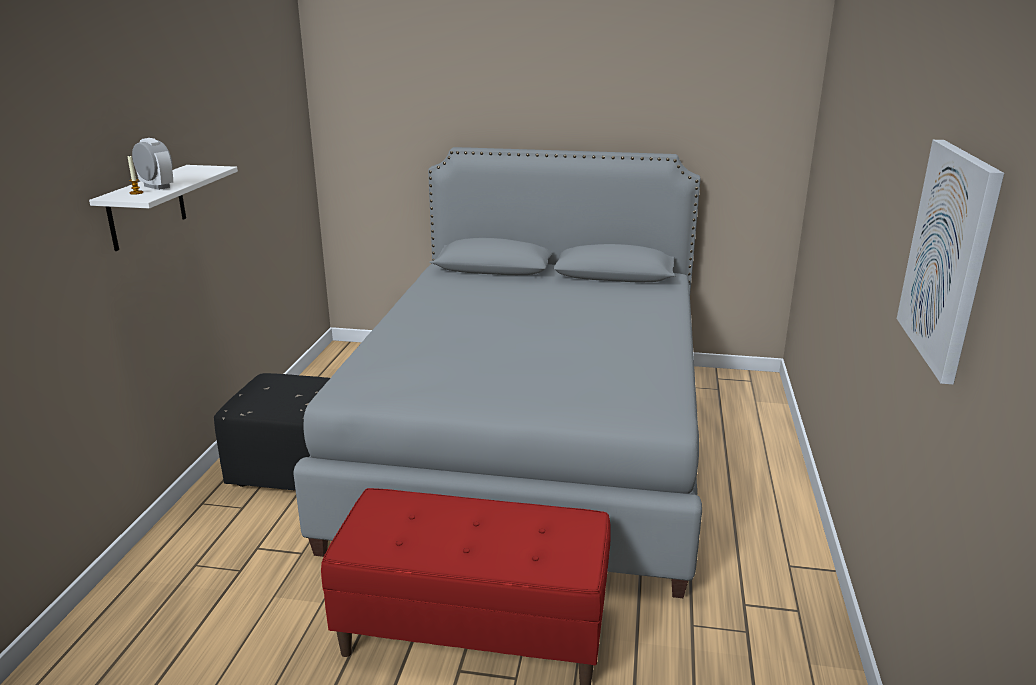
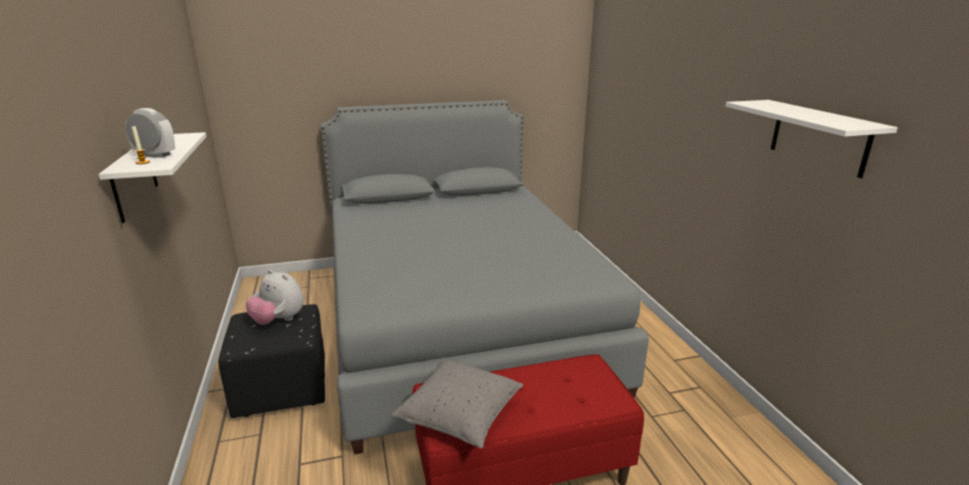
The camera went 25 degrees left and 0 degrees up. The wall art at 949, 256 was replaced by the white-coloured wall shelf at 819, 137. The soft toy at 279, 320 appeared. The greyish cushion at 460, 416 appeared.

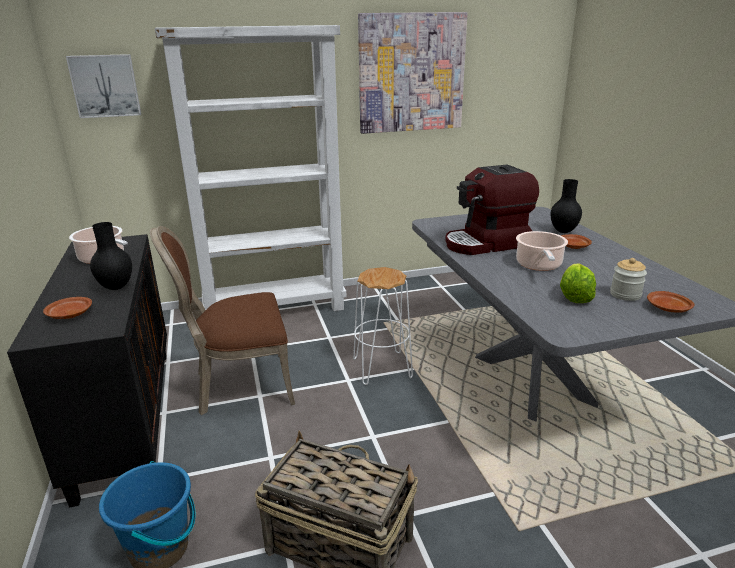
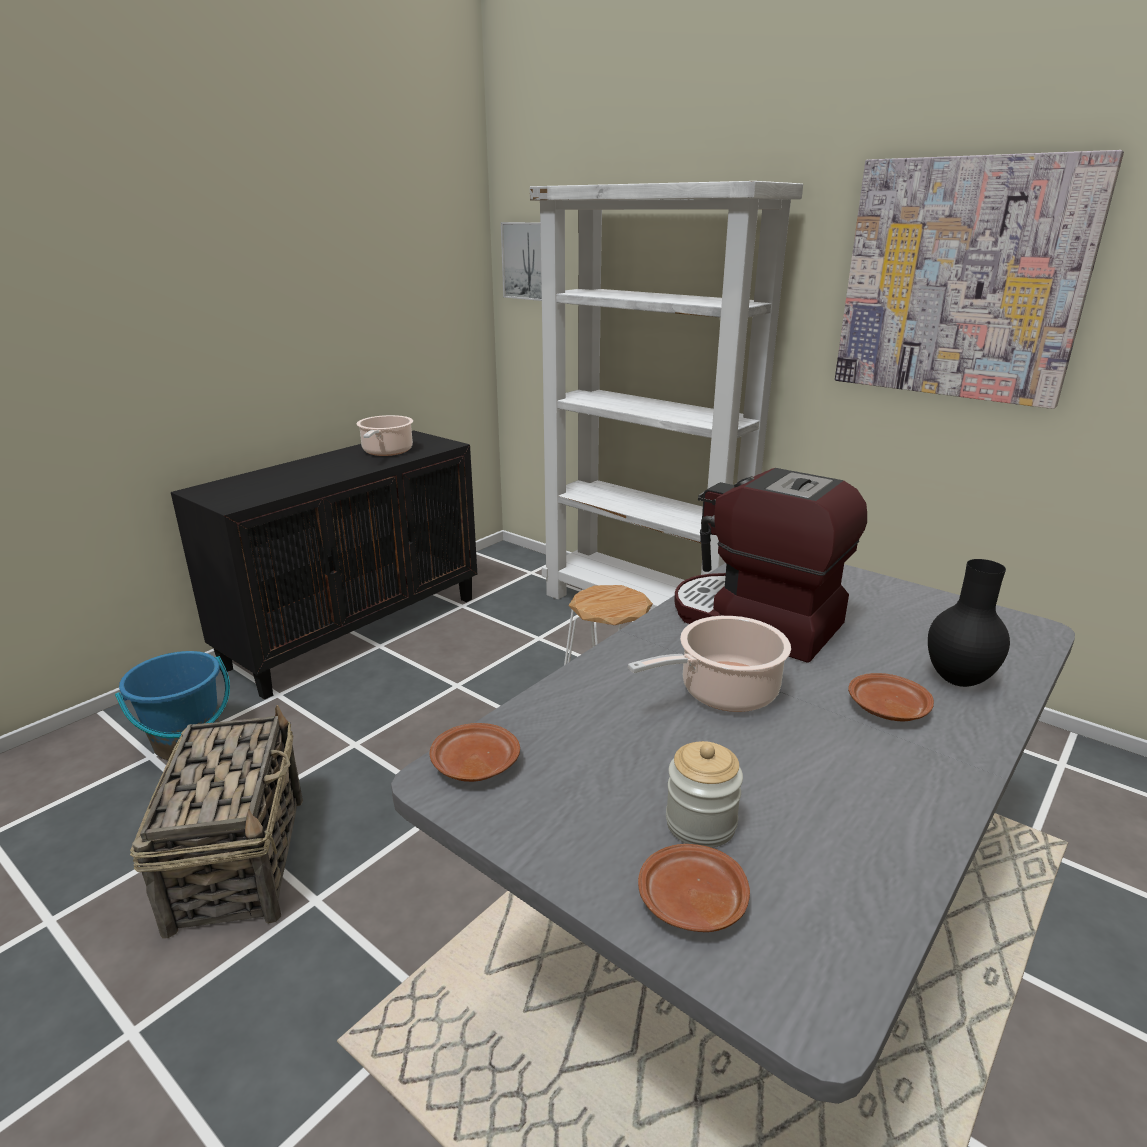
The camera went 55 degrees right and 0 degrees up. The brown plate moved from 69, 314 to 474, 764. The black-coloured vase at 116, 288 disappeared. The brown upright chair at 240, 385 disappeared. The head of lettuce at 574, 296 disappeared.

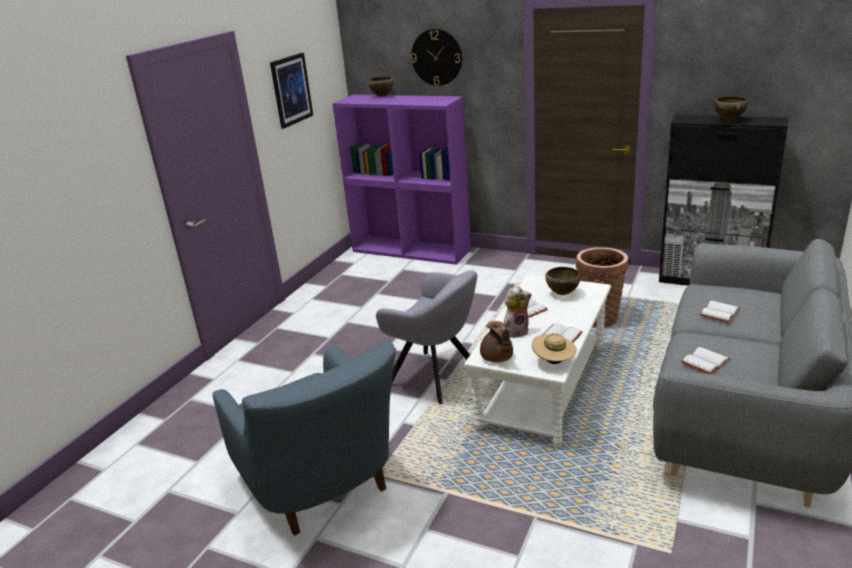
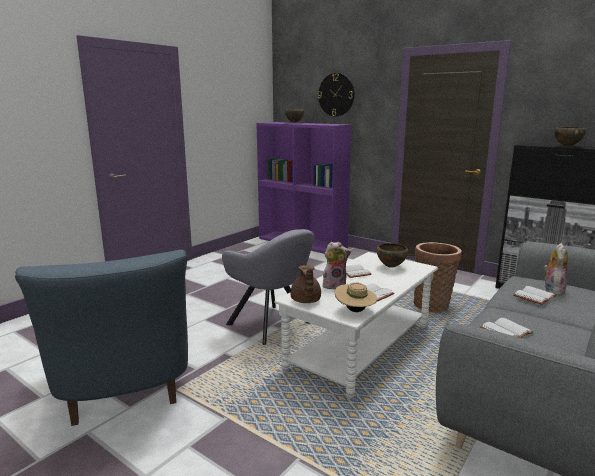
The camera went 10 degrees right and 10 degrees down. The wall art at 291, 90 disappeared. The soft toy at 552, 289 appeared.

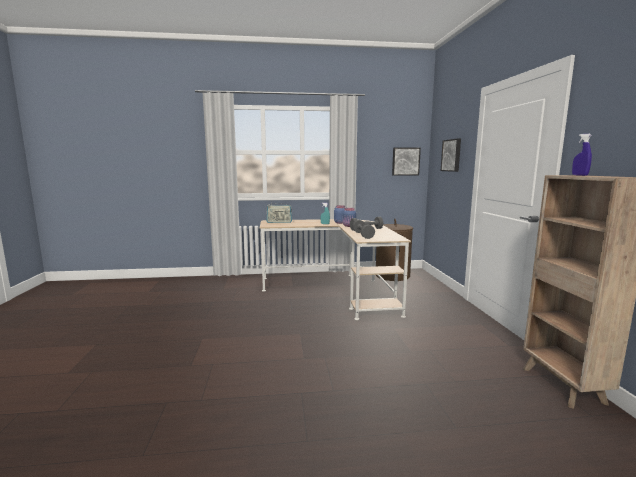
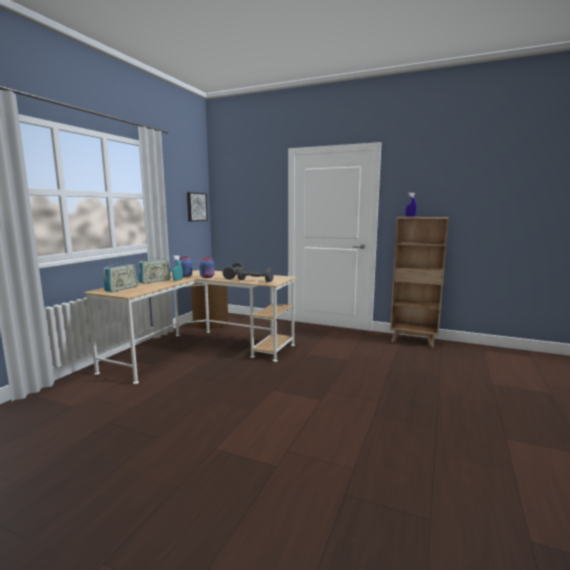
The camera went 60 degrees left and 0 degrees up. The wall art at 452, 155 disappeared. The radio receiver at 155, 281 appeared.

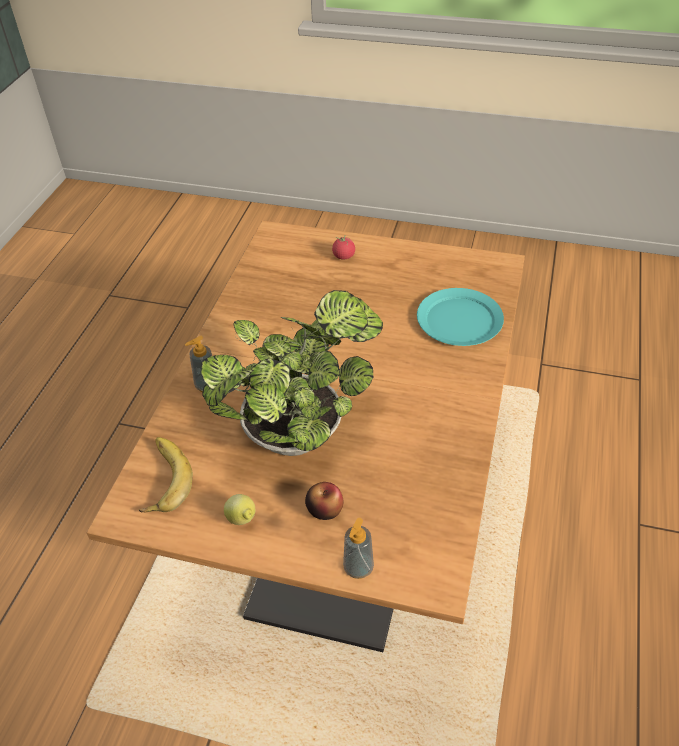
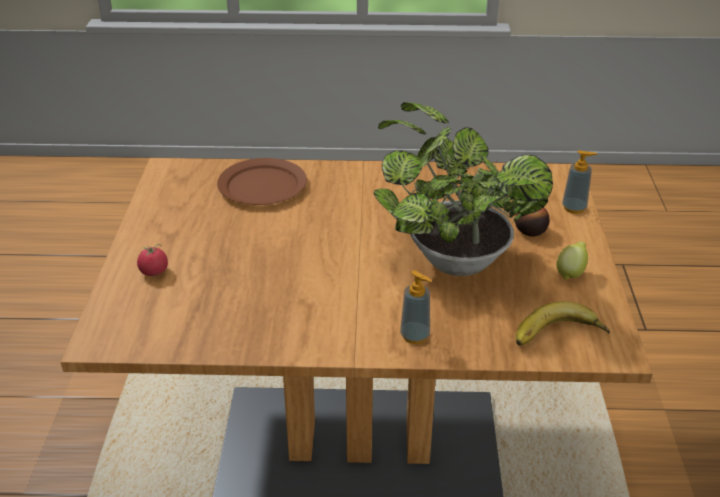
The camera went 105 degrees left and 10 degrees down. The blue-green plate at 459, 320 became the brown plate at 261, 186.

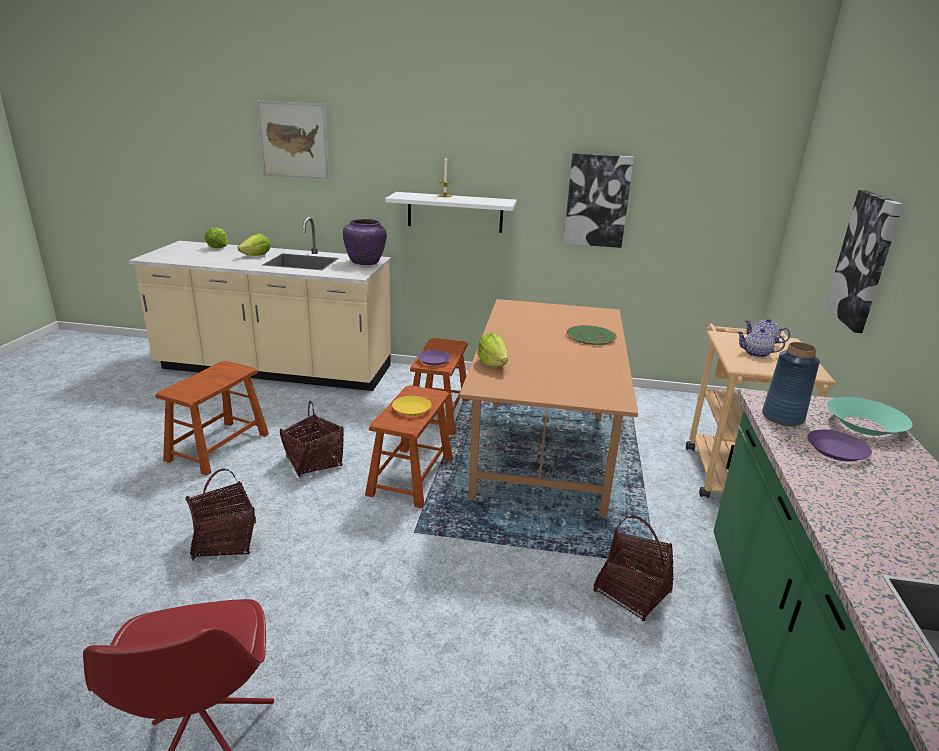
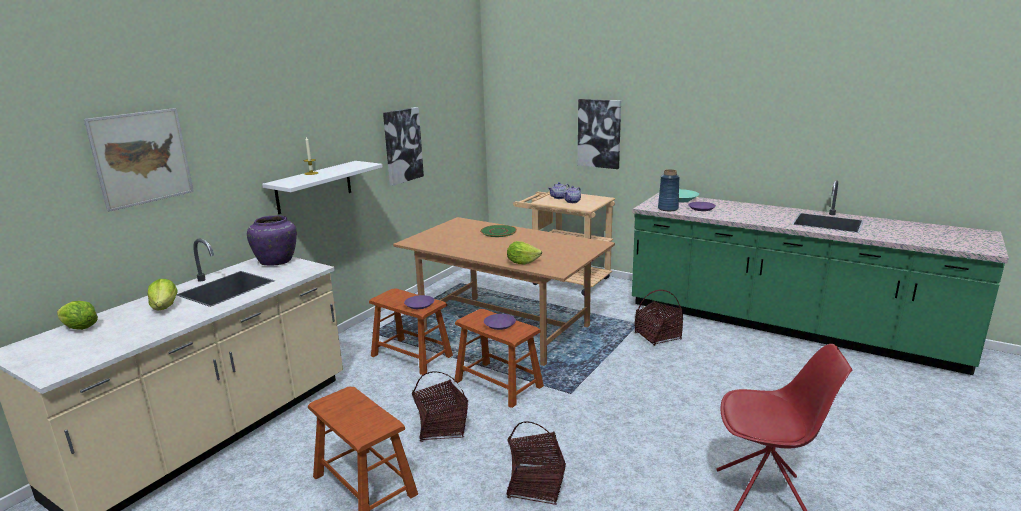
The camera went 65 degrees left and 5 degrees down. The yellow plate at 412, 409 became the purple-coloured plate at 499, 324.

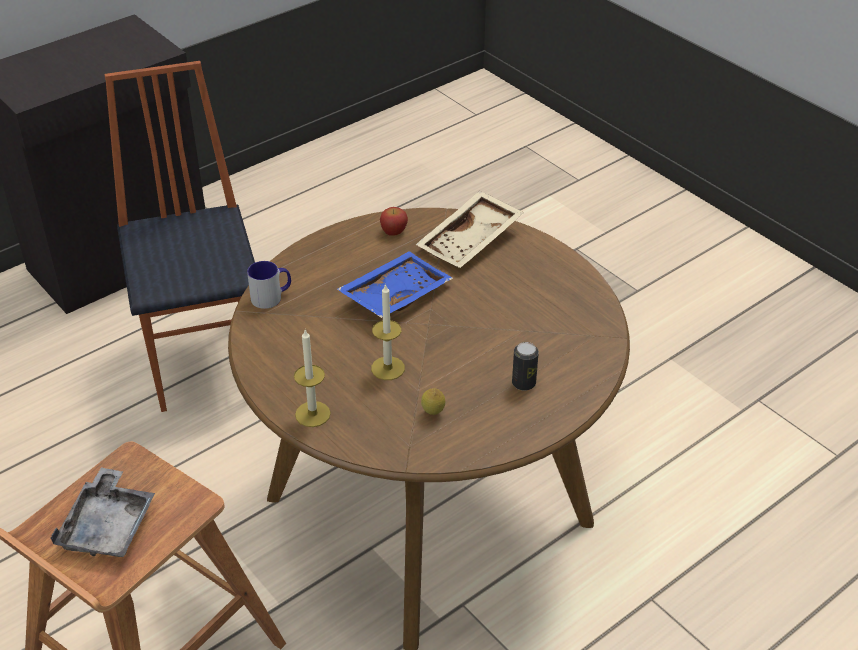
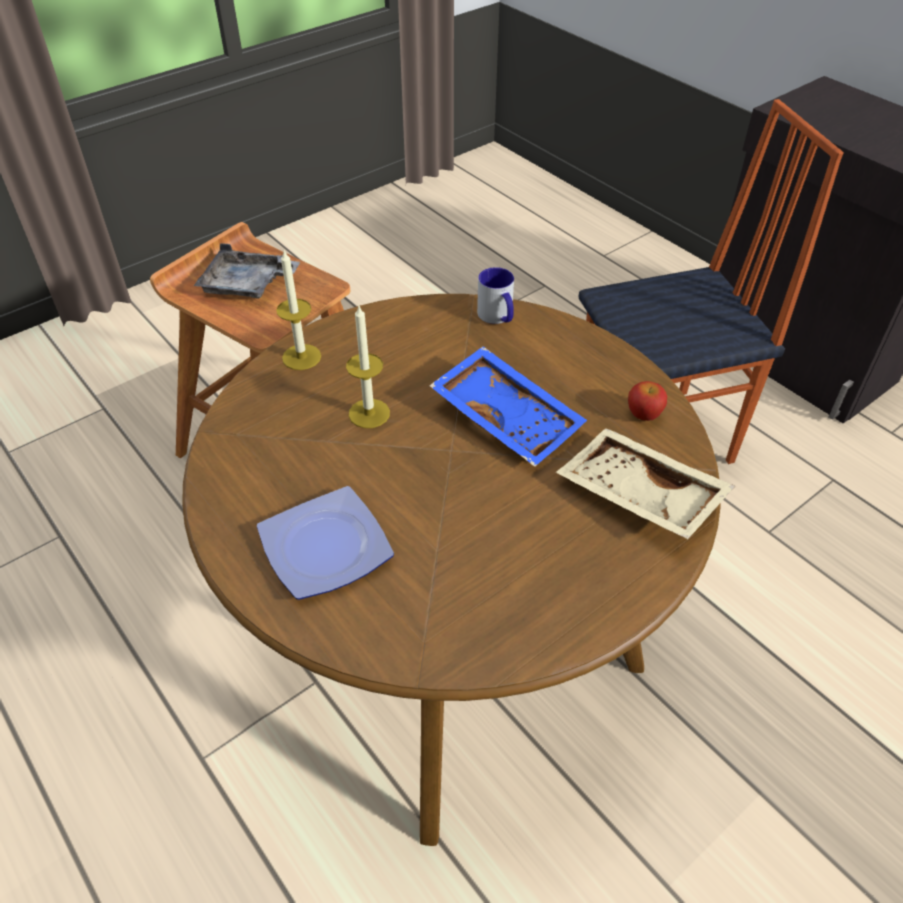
The camera went 90 degrees right and 5 degrees up. The citrus fruit at 433, 413 disappeared. The sealed can at 523, 383 was replaced by the plate at 326, 545.

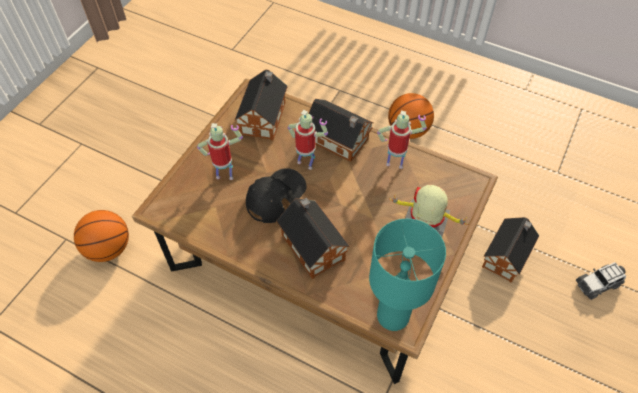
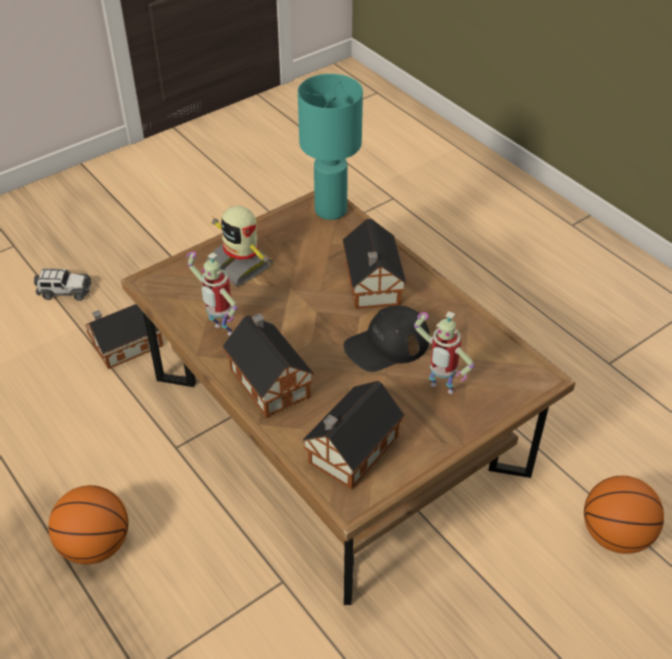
The camera went 155 degrees left and 10 degrees down. The toy robot at 306, 163 disappeared.

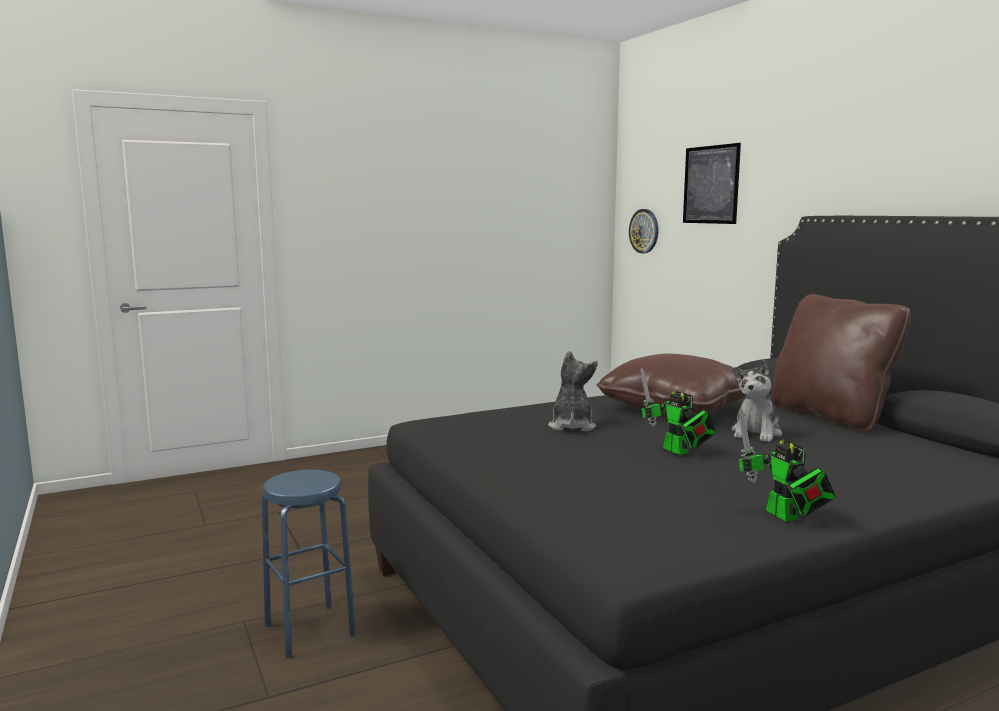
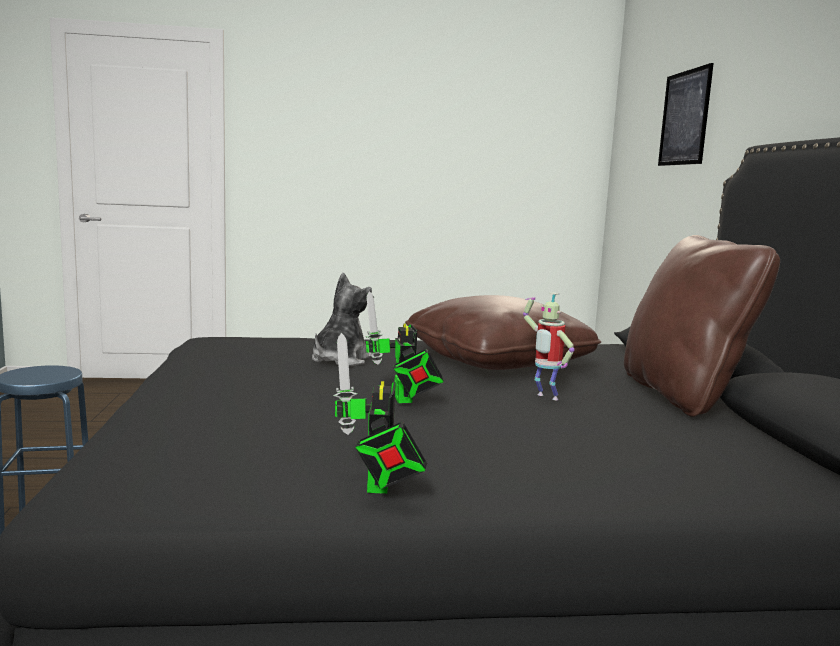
The camera went 20 degrees right and 0 degrees up. The wall clock at 644, 231 disappeared. The soft toy at 756, 433 was replaced by the toy robot at 544, 397.

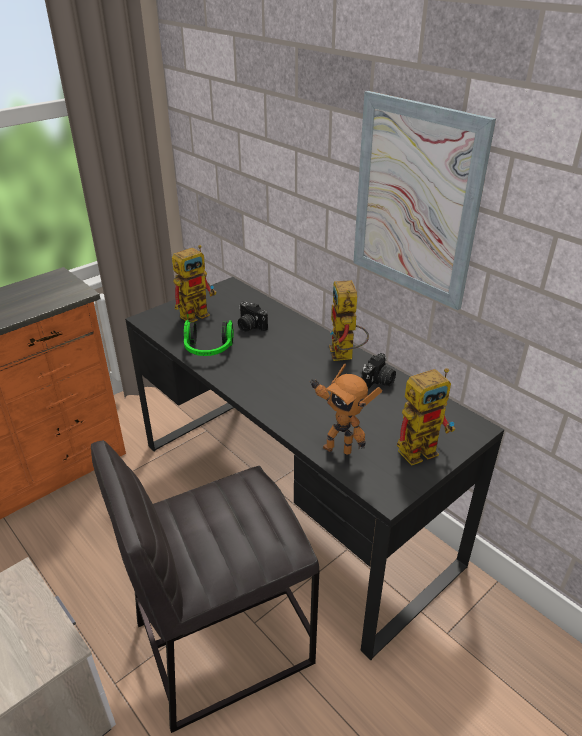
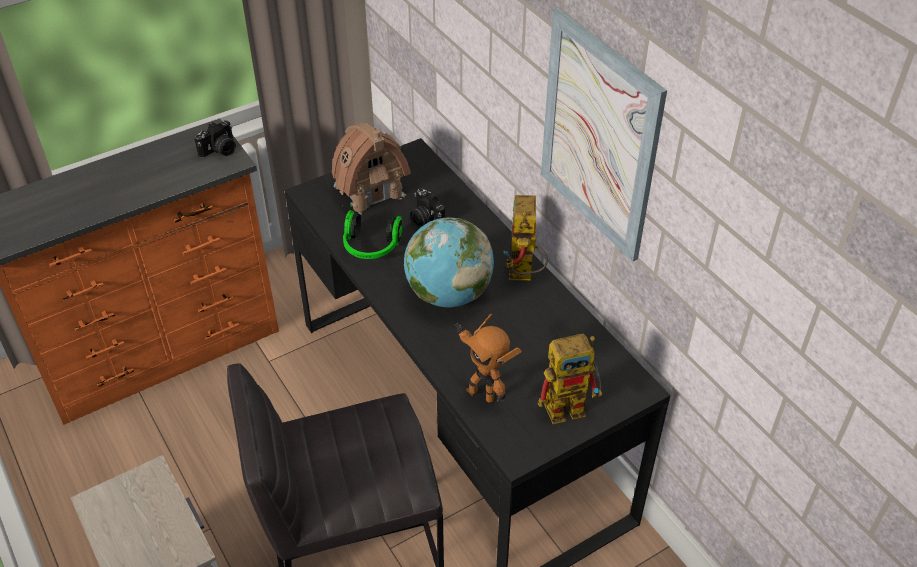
The camera went 10 degrees right and 10 degrees up. The toy robot at 198, 312 was replaced by the model house at 369, 191. The still camera moved from 378, 382 to 220, 150. The world globe at 448, 294 appeared.

